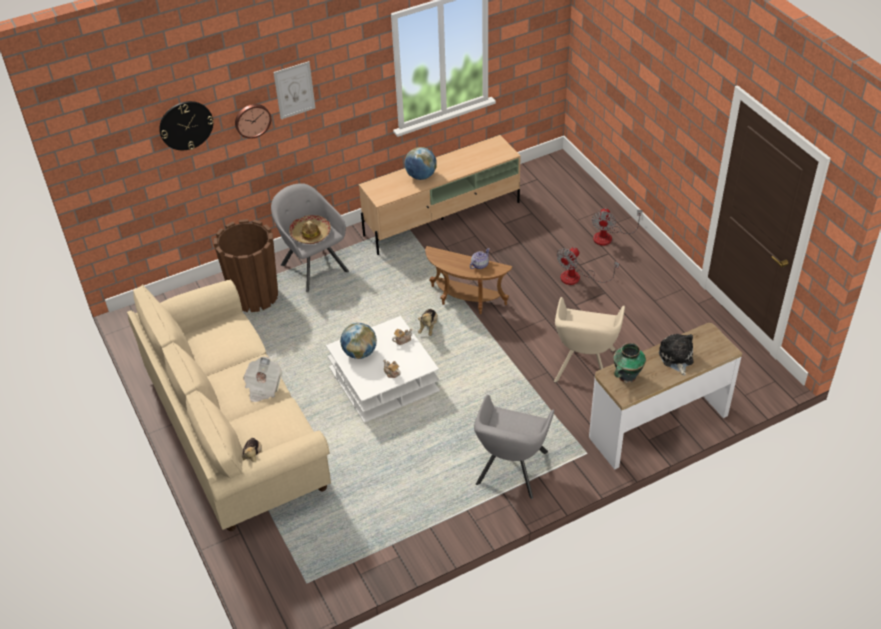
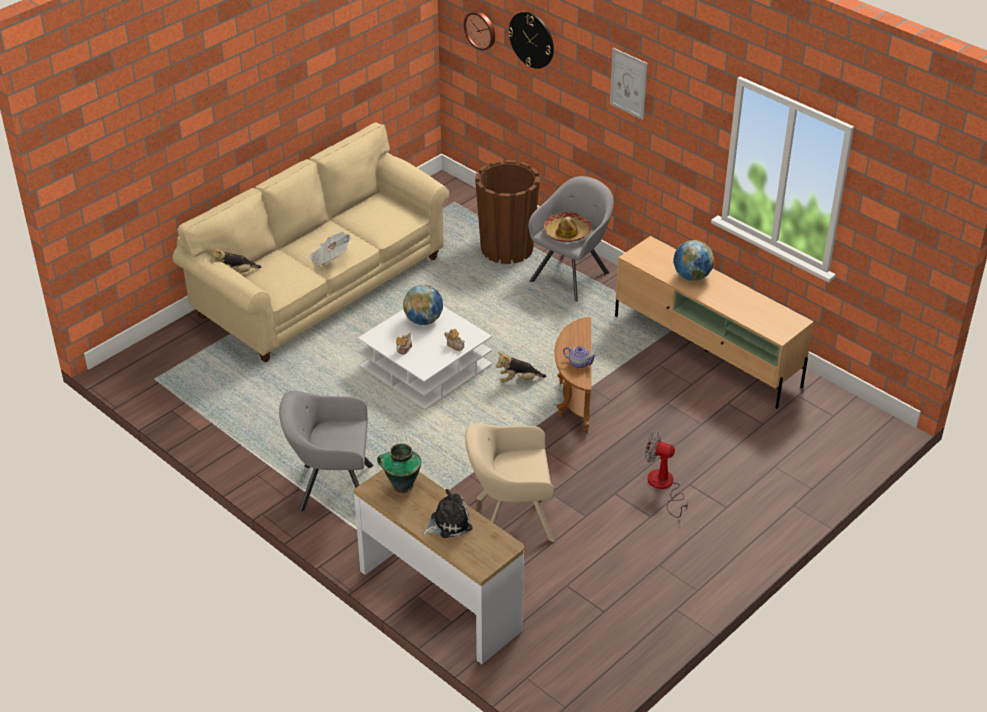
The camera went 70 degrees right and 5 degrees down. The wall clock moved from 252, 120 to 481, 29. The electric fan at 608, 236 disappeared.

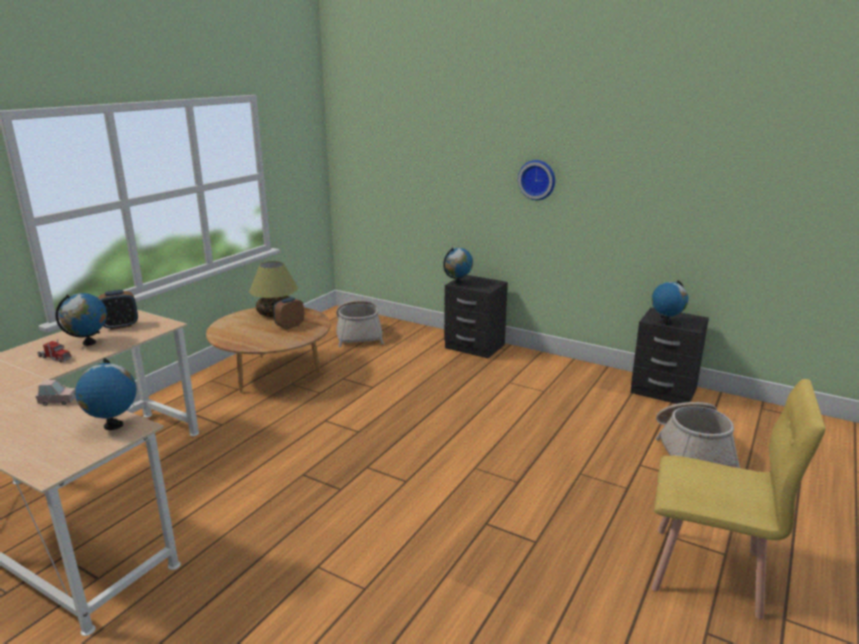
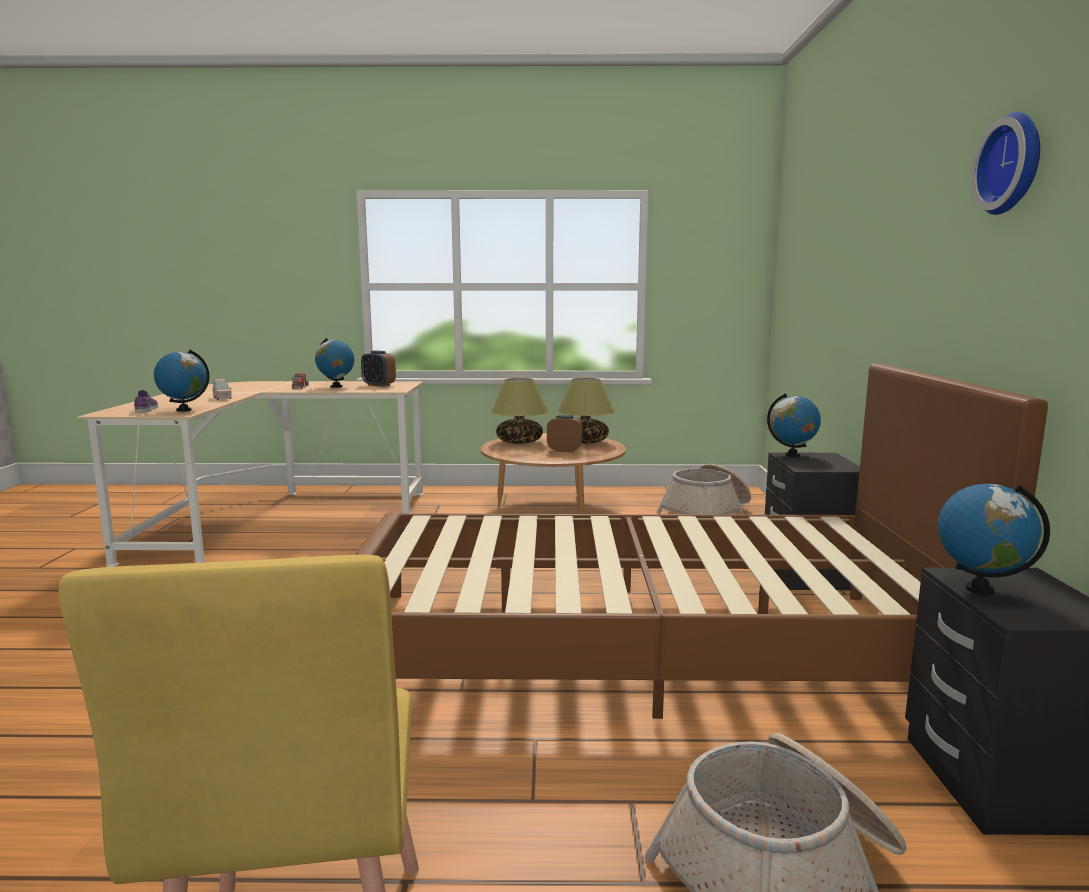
The camera went 60 degrees right and 10 degrees down. The wall clock moved from 537, 179 to 1013, 164. The purple-coloured low shoe at 146, 409 appeared. The brown sleeping bed at 639, 649 appeared. The tabletop lamp at 519, 442 appeared.

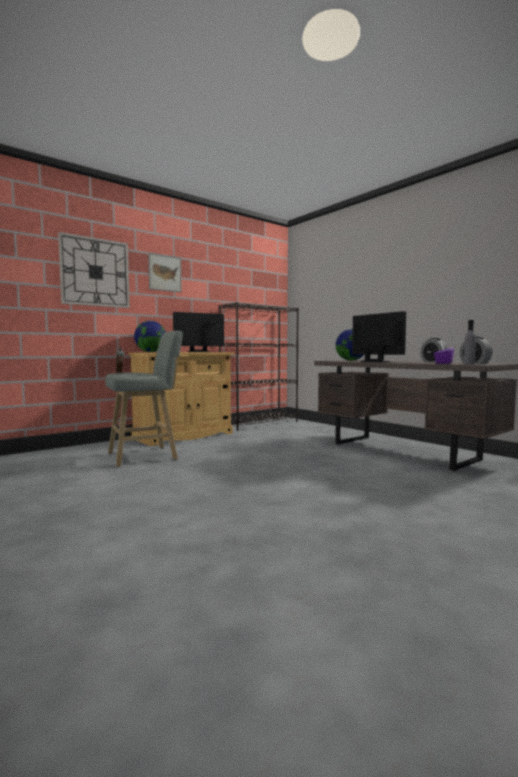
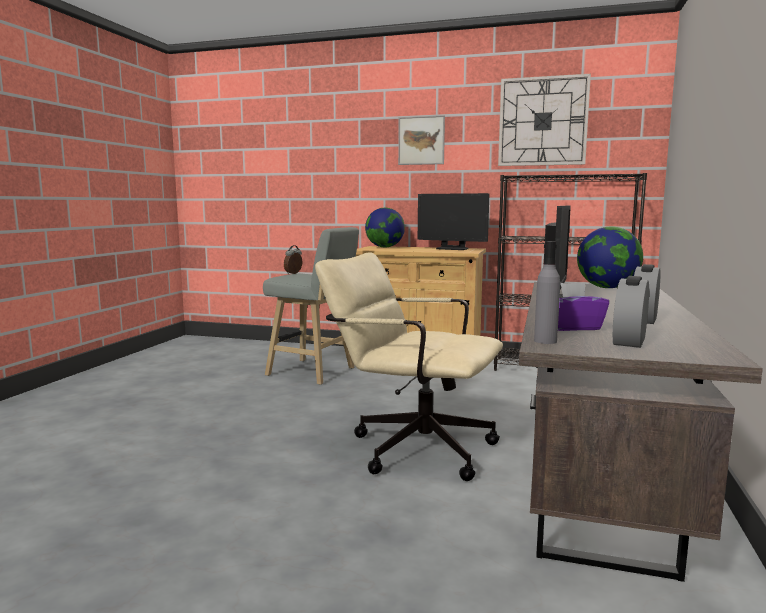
The camera went 55 degrees right and 5 degrees up. The wall clock moved from 95, 272 to 542, 121. The beige-coloured desk chair at 411, 446 appeared.

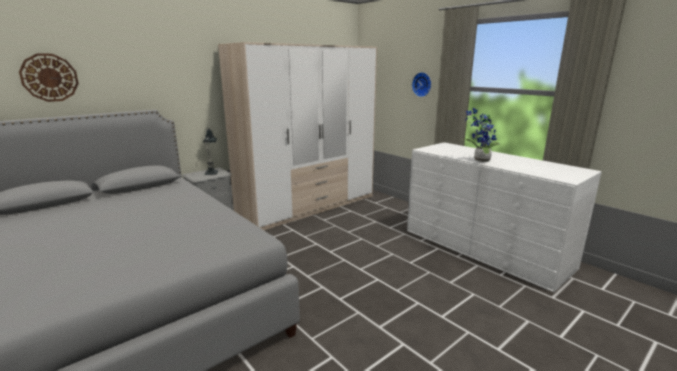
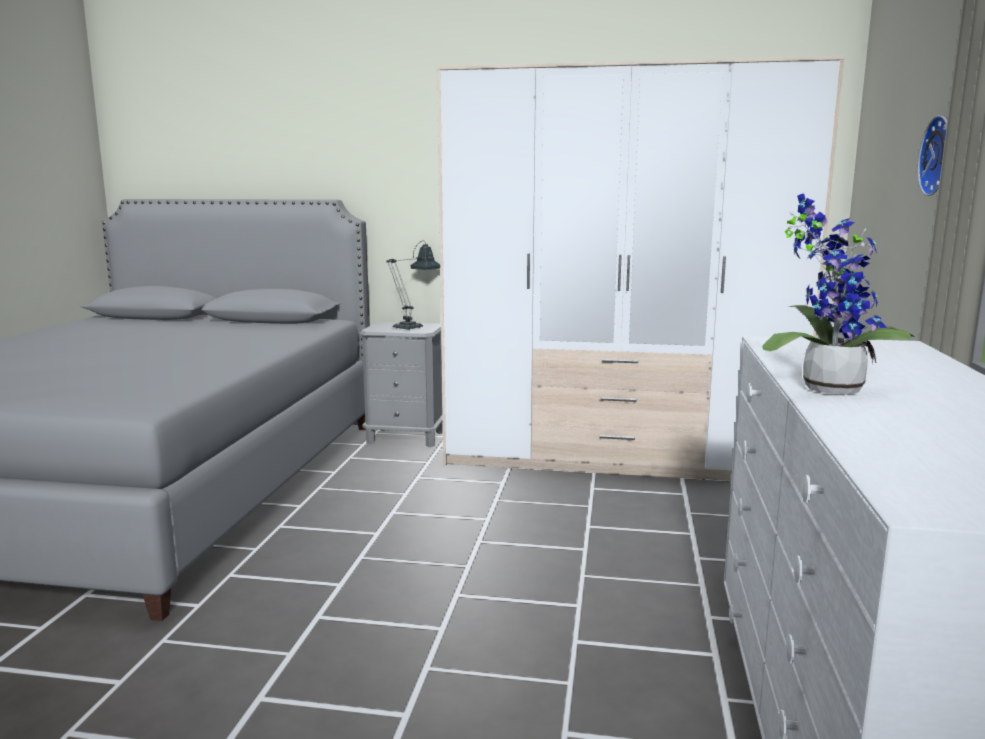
The camera went 50 degrees right and 5 degrees down. The wall clock at 49, 77 disappeared.

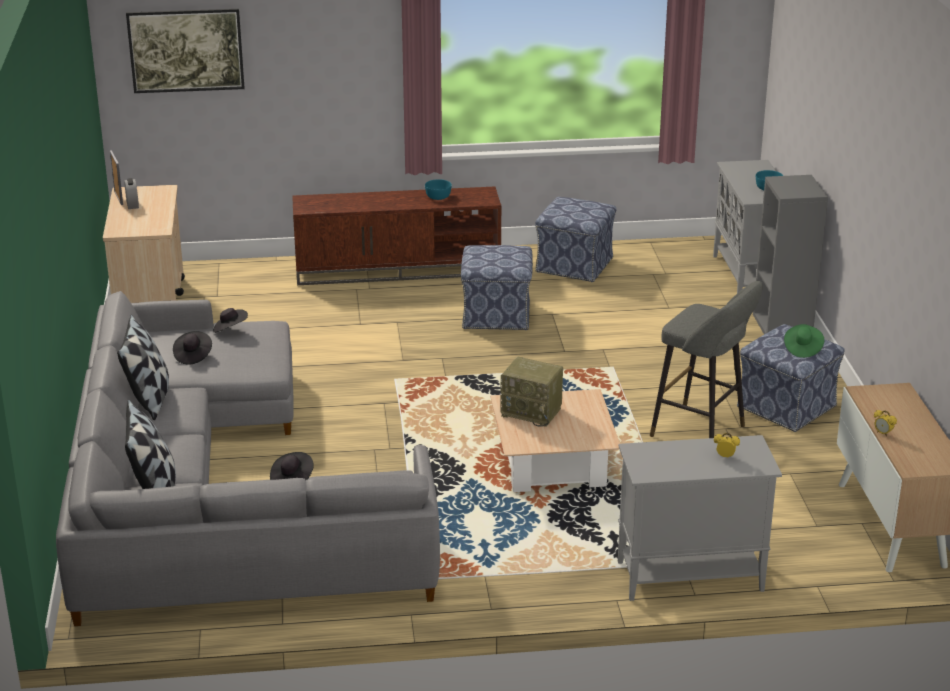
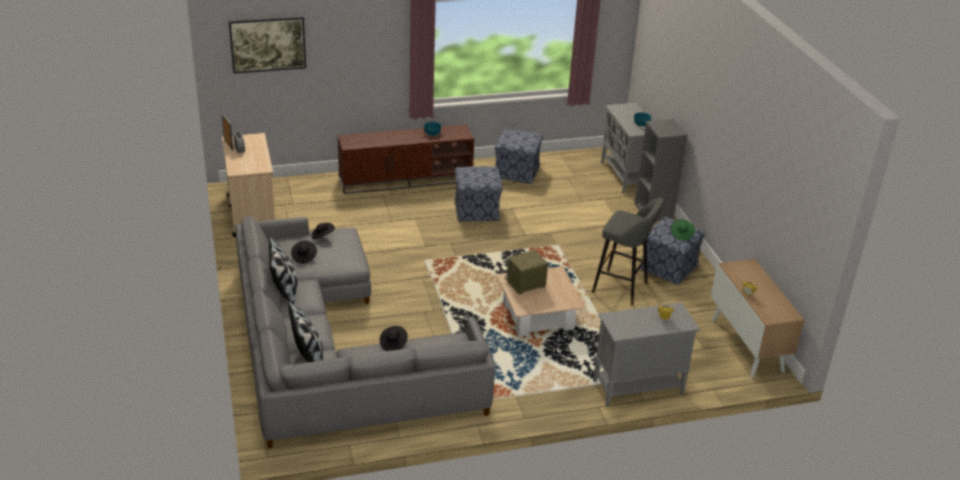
The camera went 10 degrees left and 5 degrees up. The radio receiver at 532, 412 turned 135 degrees clockwise.

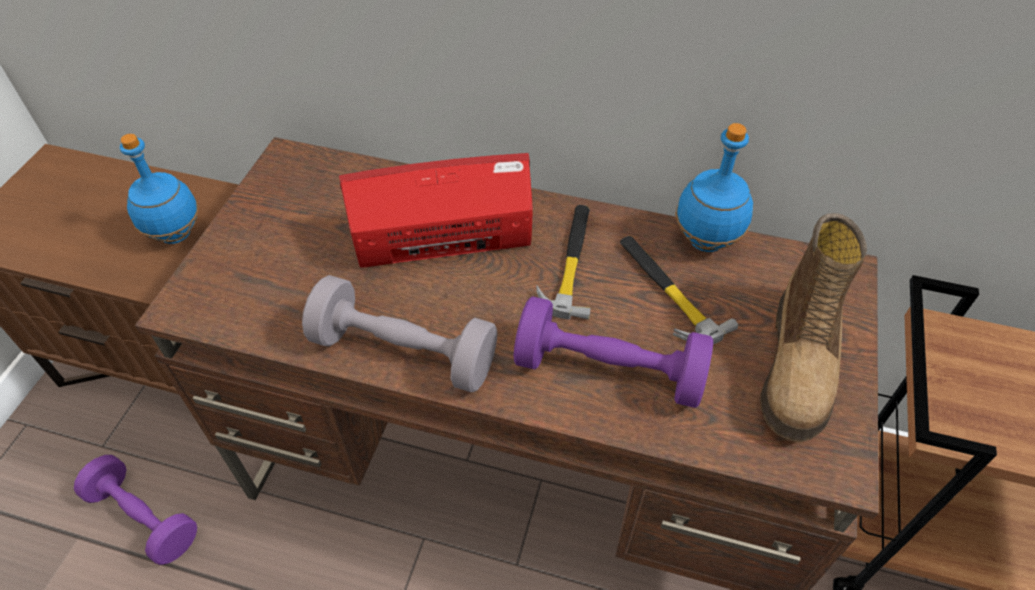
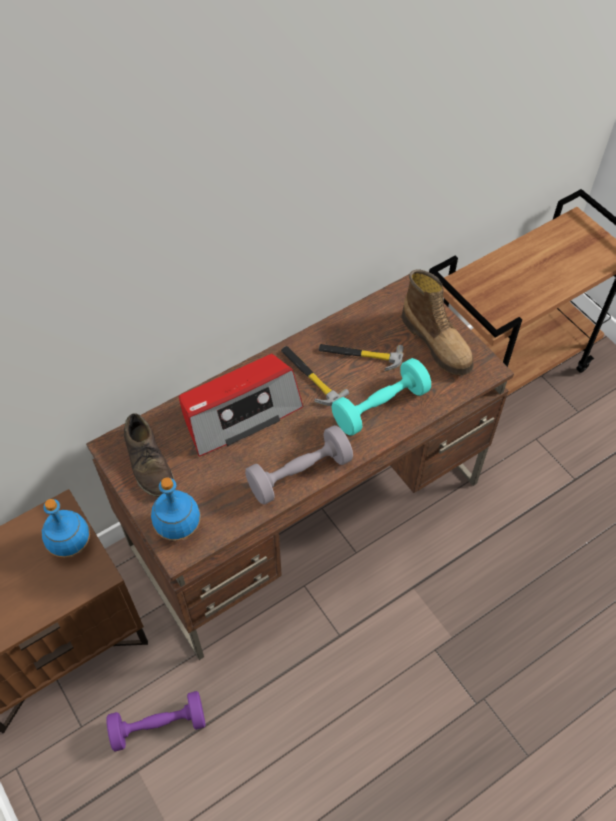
The camera went 50 degrees left and 5 degrees up. The radio receiver at 442, 231 turned 150 degrees counterclockwise. The purple-coloured free weight at 608, 371 became the blue-green free weight at 380, 407. The blue beverage bottle moved from 706, 242 to 179, 529. The brown low shoe at 149, 462 appeared.

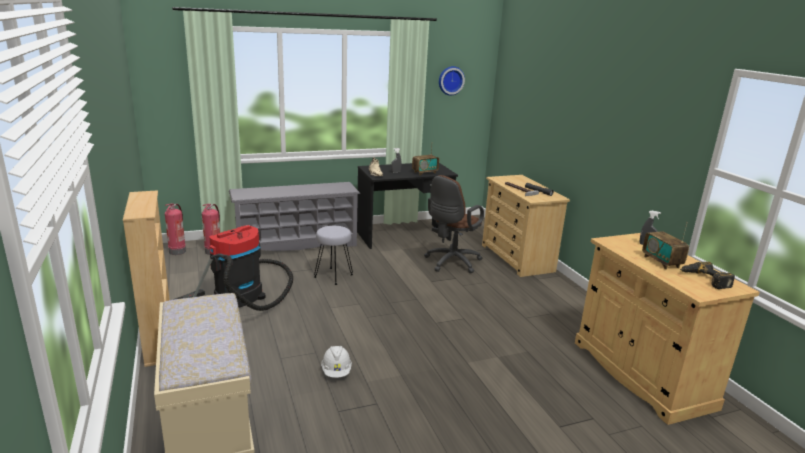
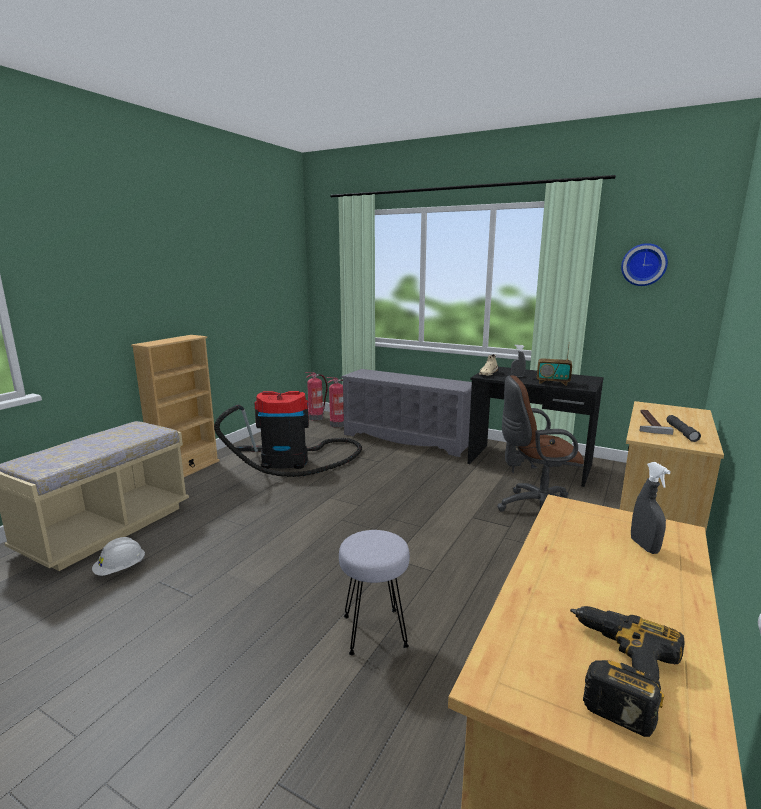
The camera went 50 degrees right and 5 degrees down. The greyish stool moved from 333, 276 to 374, 632. The white-coloured work helmet moved from 336, 371 to 120, 569. The radio receiver at 661, 262 disappeared.

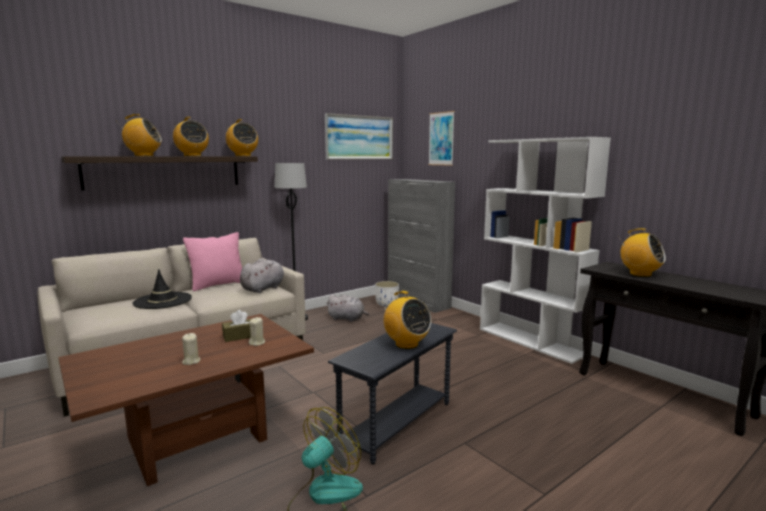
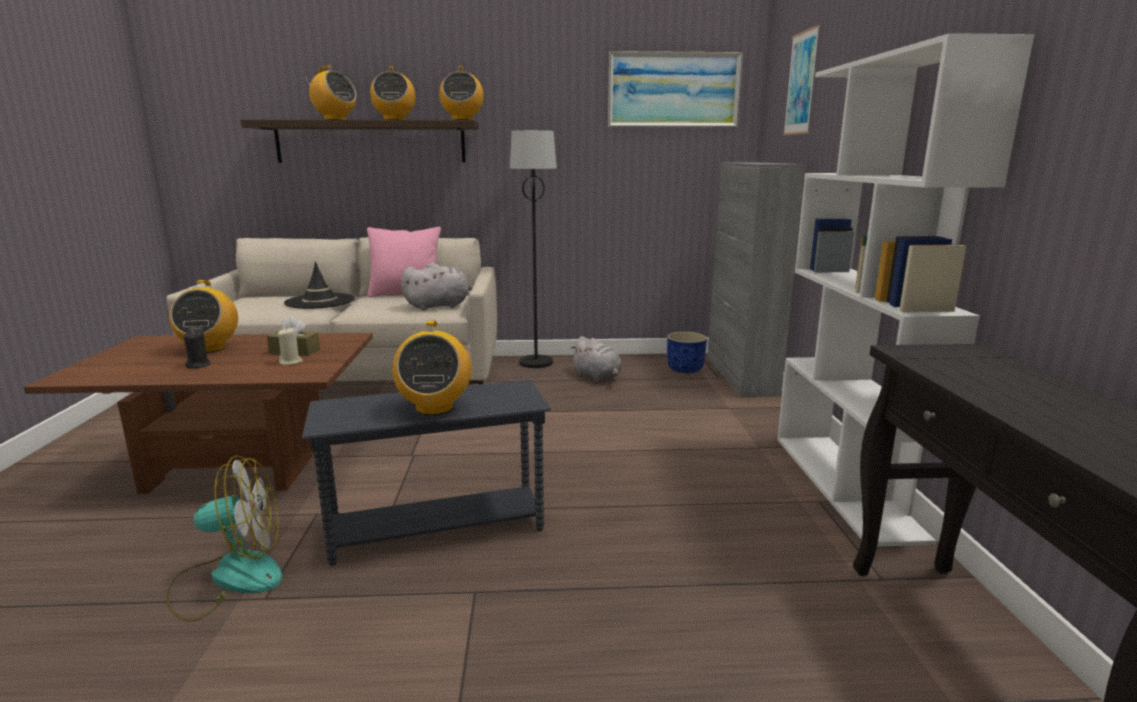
The camera went 35 degrees right and 5 degrees up. The beige-coloured wax candle at 191, 361 became the black-coloured wax candle at 198, 365. The white-coloured flower pot at 387, 304 became the blue flower pot at 685, 369. The radio receiver moved from 640, 274 to 209, 348.

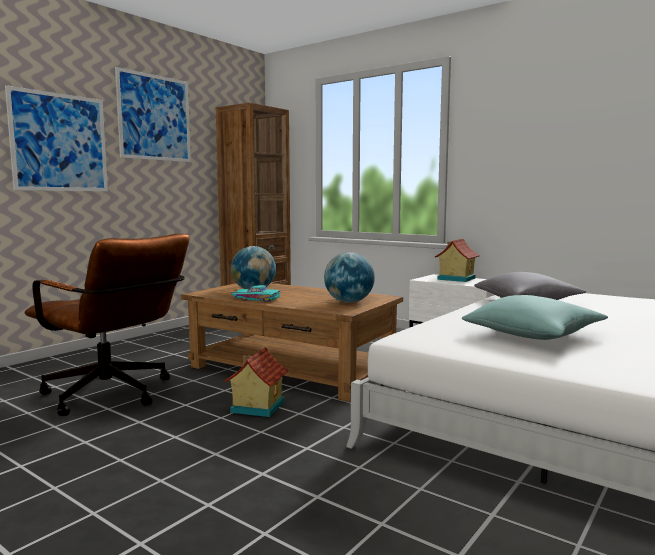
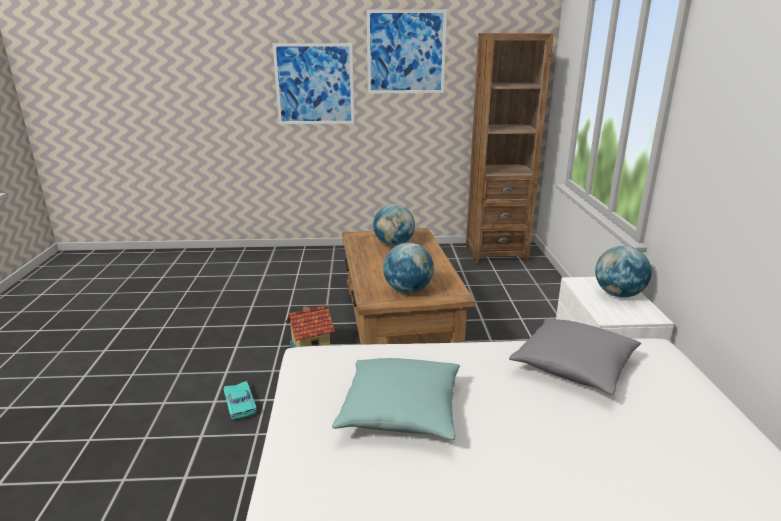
The camera went 50 degrees right and 15 degrees up. The brown desk chair at 114, 396 disappeared. The blue-green model car moved from 256, 299 to 241, 404. The model house at 455, 278 was replaced by the world globe at 618, 294.

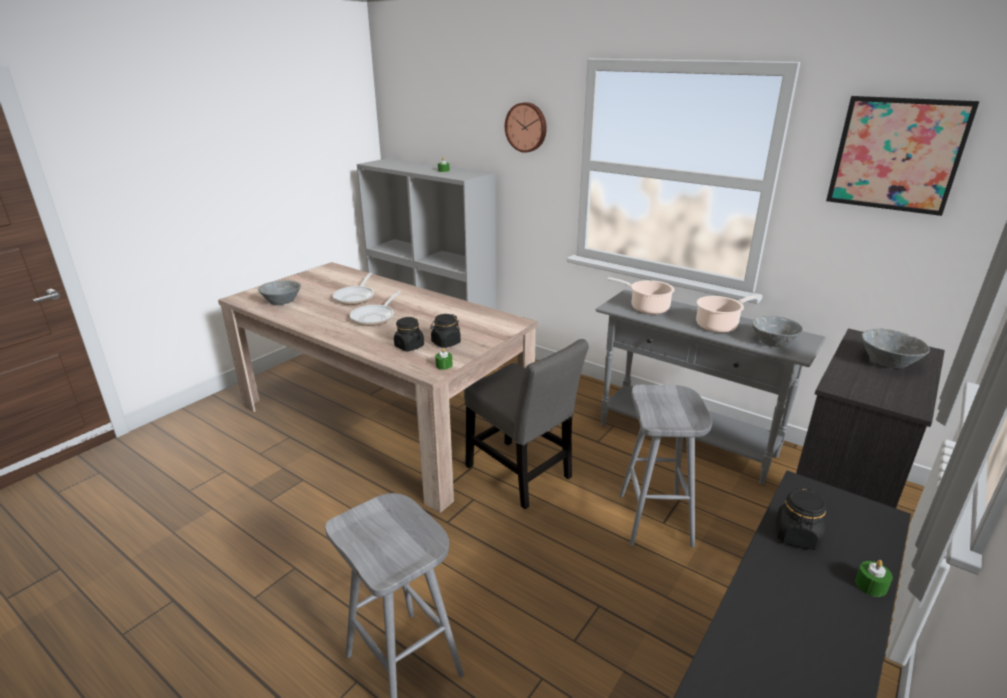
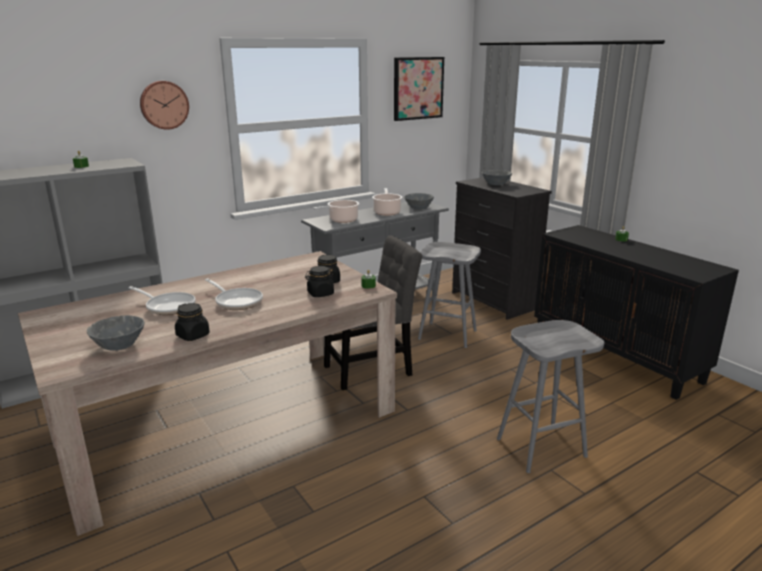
The camera went 70 degrees left and 5 degrees down. The black-coloured preserve jar moved from 796, 536 to 193, 335.

